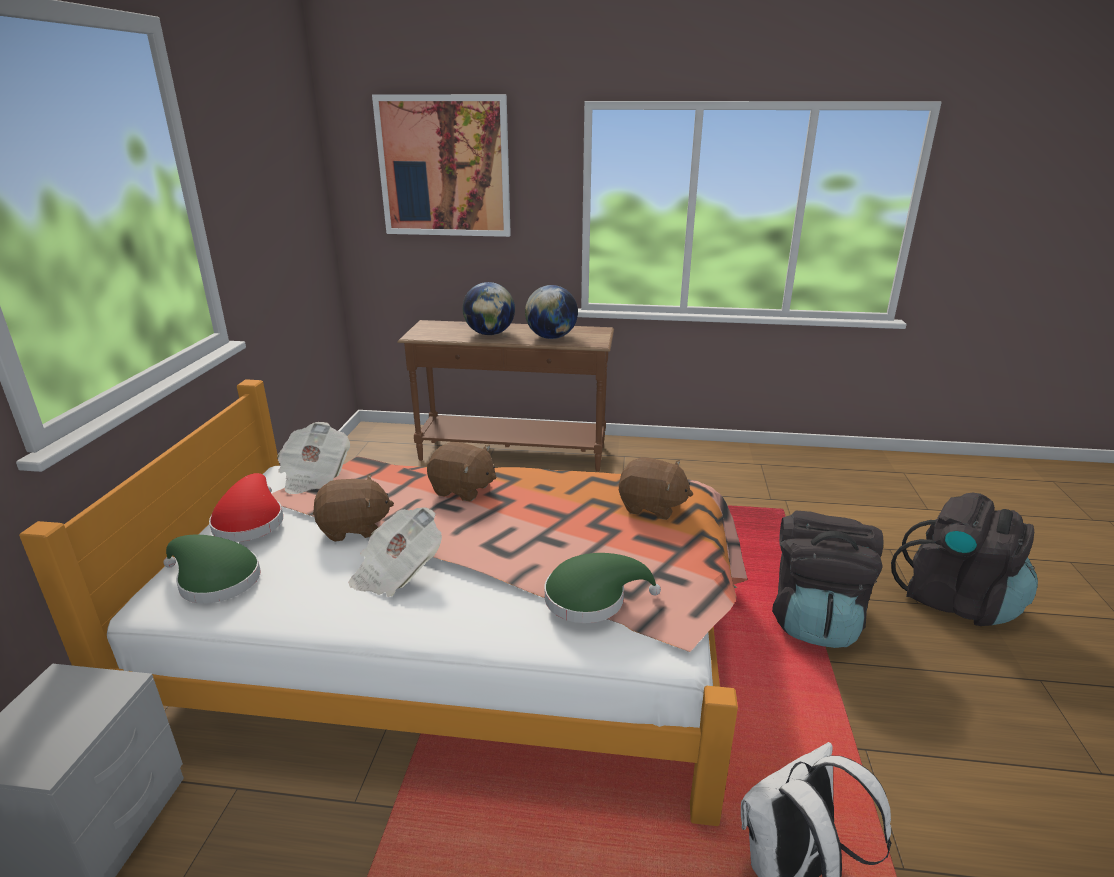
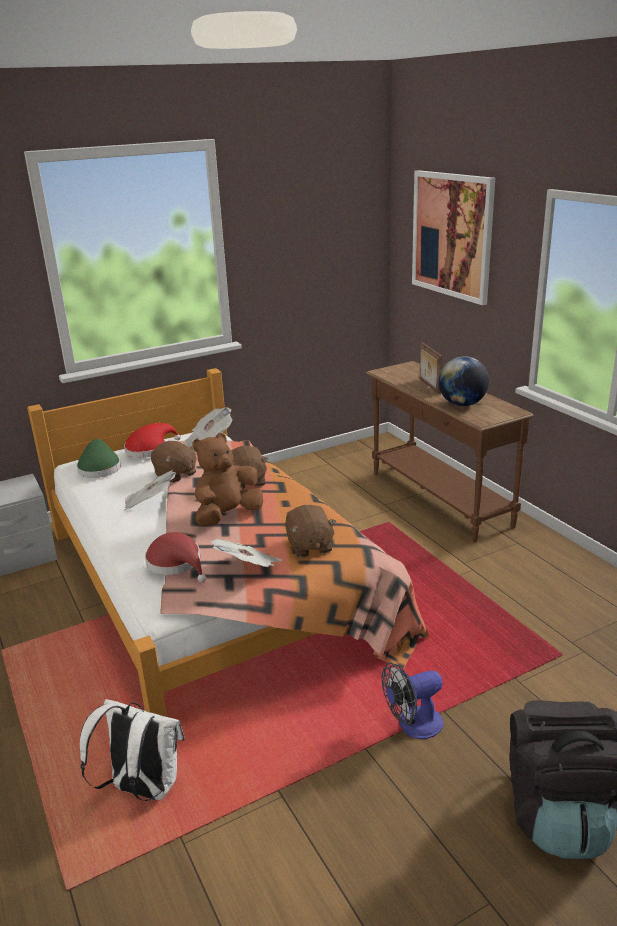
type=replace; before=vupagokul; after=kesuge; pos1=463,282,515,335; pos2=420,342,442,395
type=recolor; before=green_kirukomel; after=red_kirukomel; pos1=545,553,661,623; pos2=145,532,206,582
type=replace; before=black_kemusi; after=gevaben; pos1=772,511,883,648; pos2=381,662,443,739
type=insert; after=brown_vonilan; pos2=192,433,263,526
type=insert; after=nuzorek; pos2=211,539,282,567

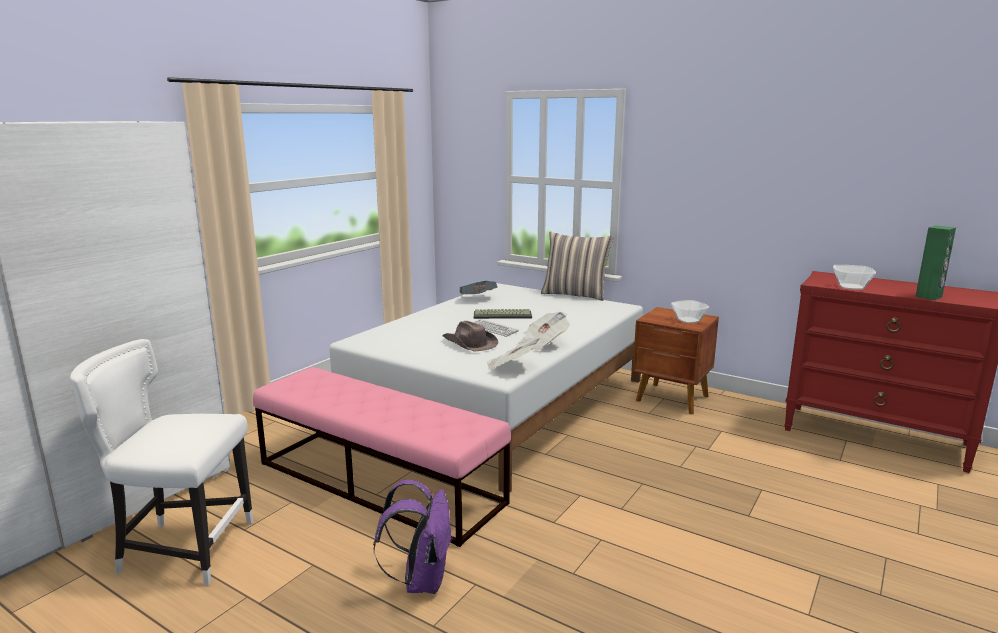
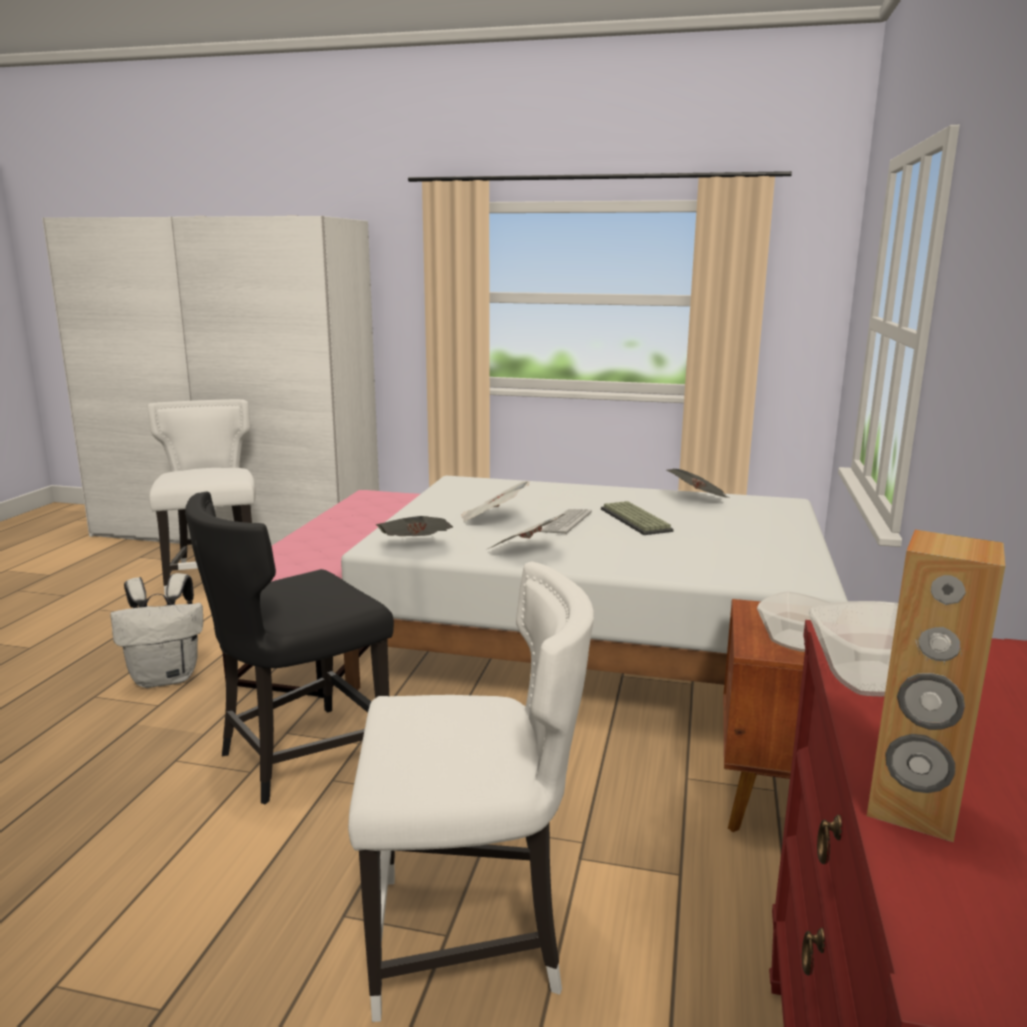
type=recolor; before=purple_kemusi; after=white_kemusi; pos1=373,480,453,594; pos2=111,573,203,688
type=replace; before=brown_kirukomel; after=nuzorek; pos1=442,321,498,352; pos2=461,481,529,522
type=delete; before=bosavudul; pos1=541,232,613,301
type=recolor; before=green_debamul; after=brown_debamul; pos1=915,225,956,300; pos2=867,530,1005,842
type=insert; after=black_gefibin; pos2=185,492,394,804
type=insert; after=white_gefibin; pos2=348,562,594,1022

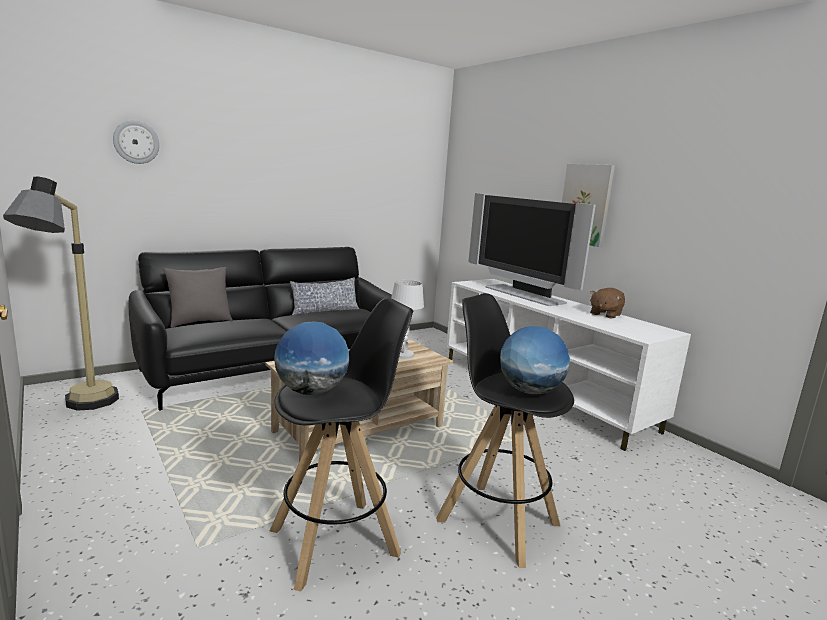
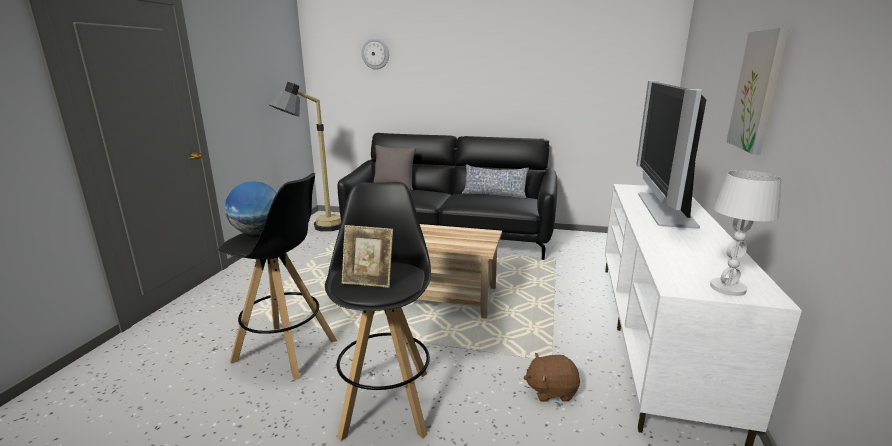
type=move; before=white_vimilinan; pos1=391,280,424,359; pos2=710,170,782,296
type=replace; before=vupagokul; after=kesuge; pos1=500,326,570,394; pos2=342,225,393,288
type=move; before=brown_vonilan; pos1=590,288,625,318; pos2=524,353,580,402

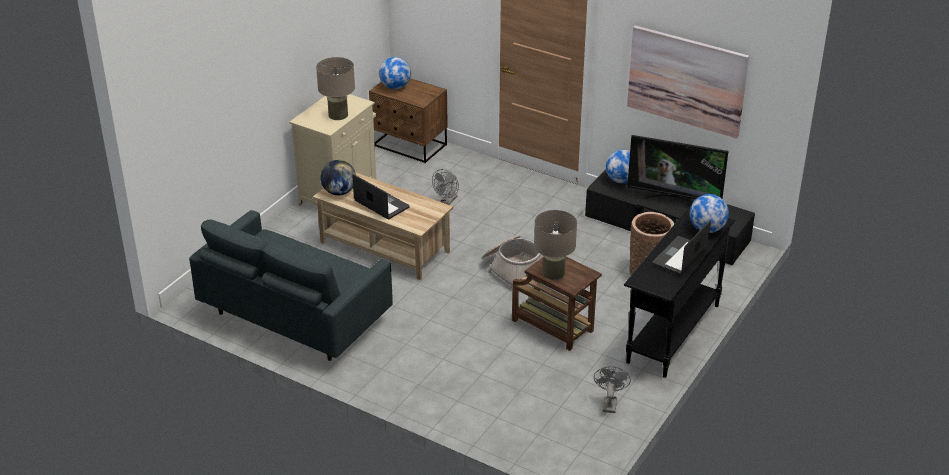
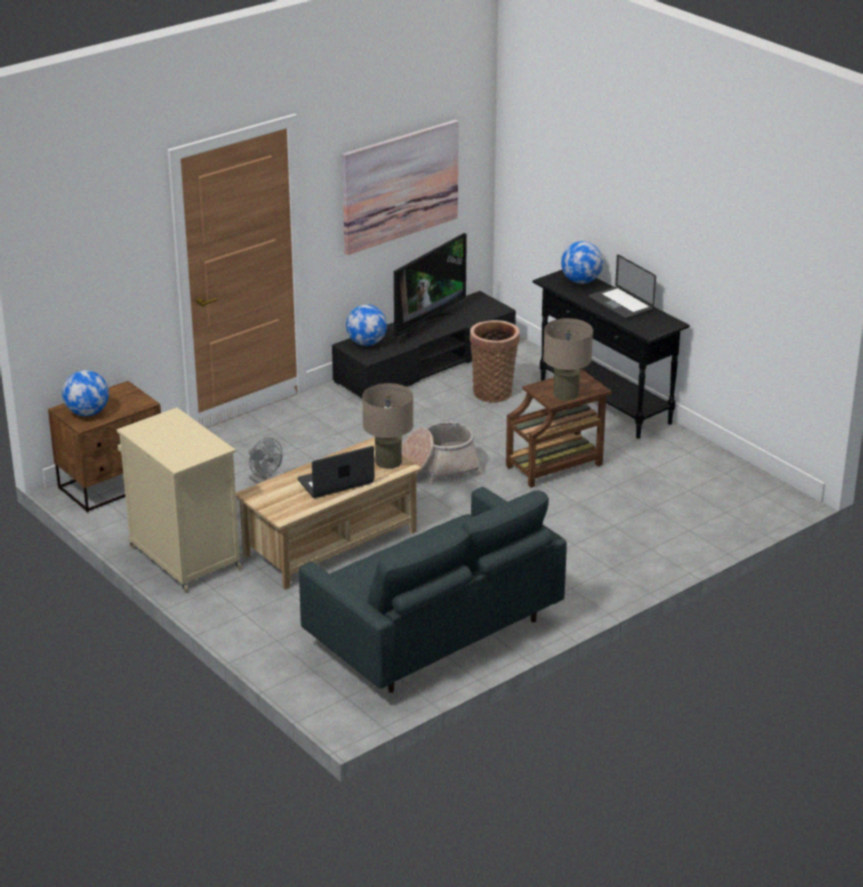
type=move; before=beige_vimilinan; pos1=316,57,355,120; pos2=362,383,413,469
type=delete; before=vupagokul; pos1=320,160,356,195
type=delete; before=grey_gevaben; pos1=594,366,631,413

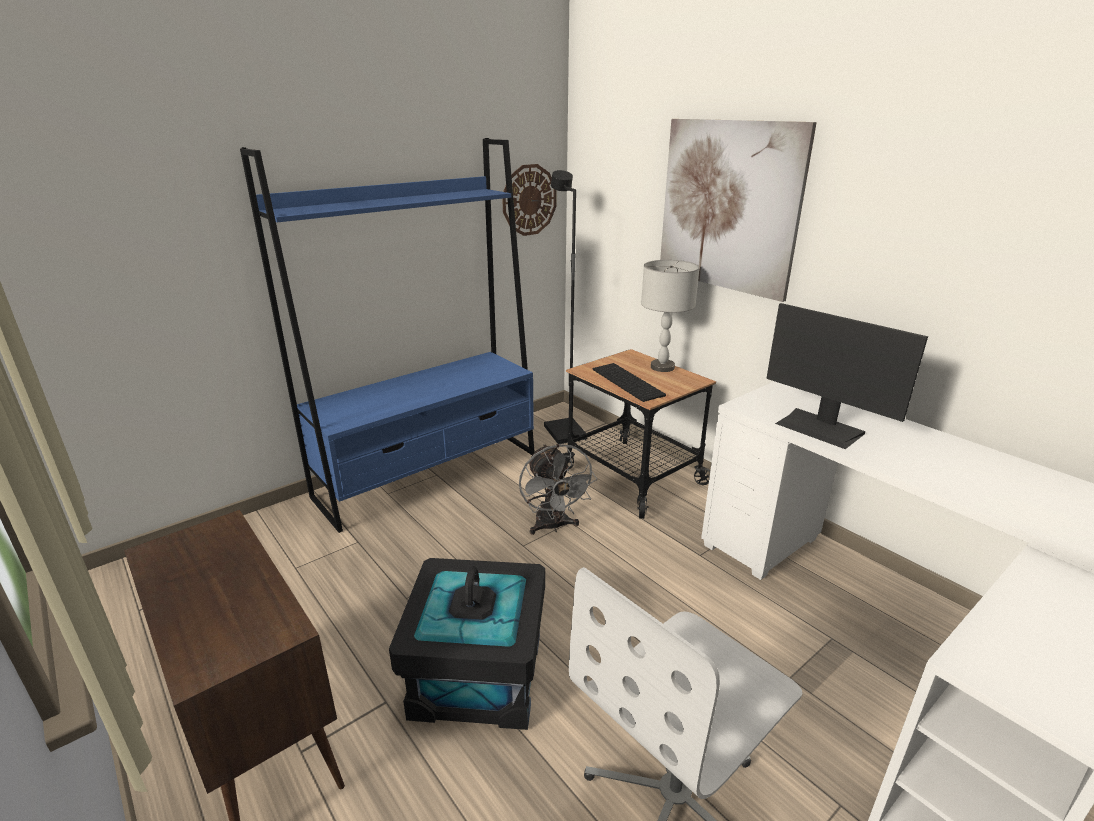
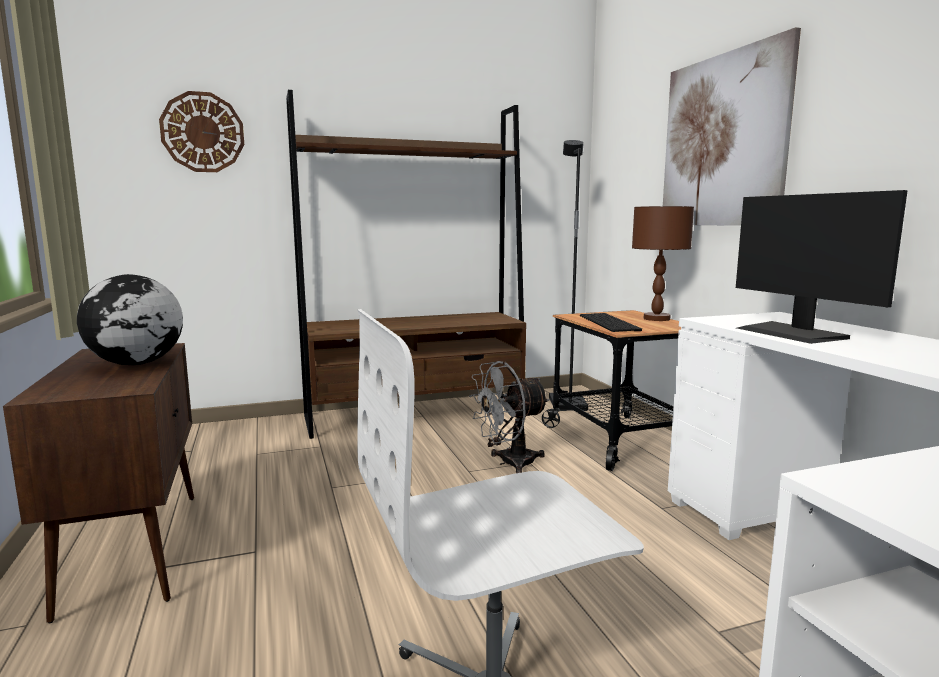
type=recolor; before=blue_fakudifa; after=brown_fakudifa; pos1=240,138,534,533; pos2=286,90,526,439
type=delete; before=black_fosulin; pos1=389,558,545,730
type=move; before=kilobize; pos1=502,164,557,236; pos2=159,91,244,172
type=rotate; before=grey_gevaben; pos1=519,444,597,535; pos2=469,361,550,473; turn=60
type=recolor; before=grey_vimilinan; after=brown_vimilinan; pos1=641,260,700,372; pos2=632,206,694,321
type=insert; after=vupagokul; pos2=77,274,183,365

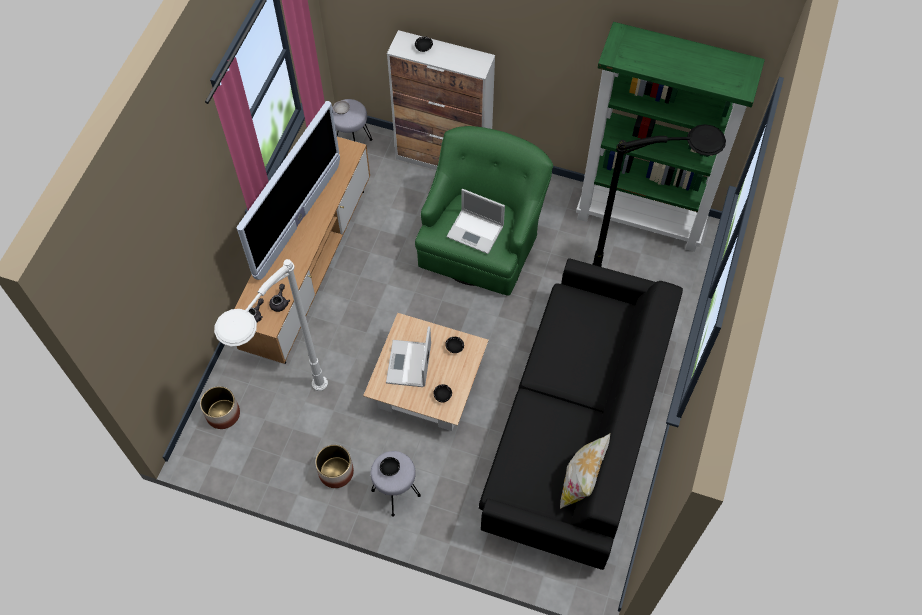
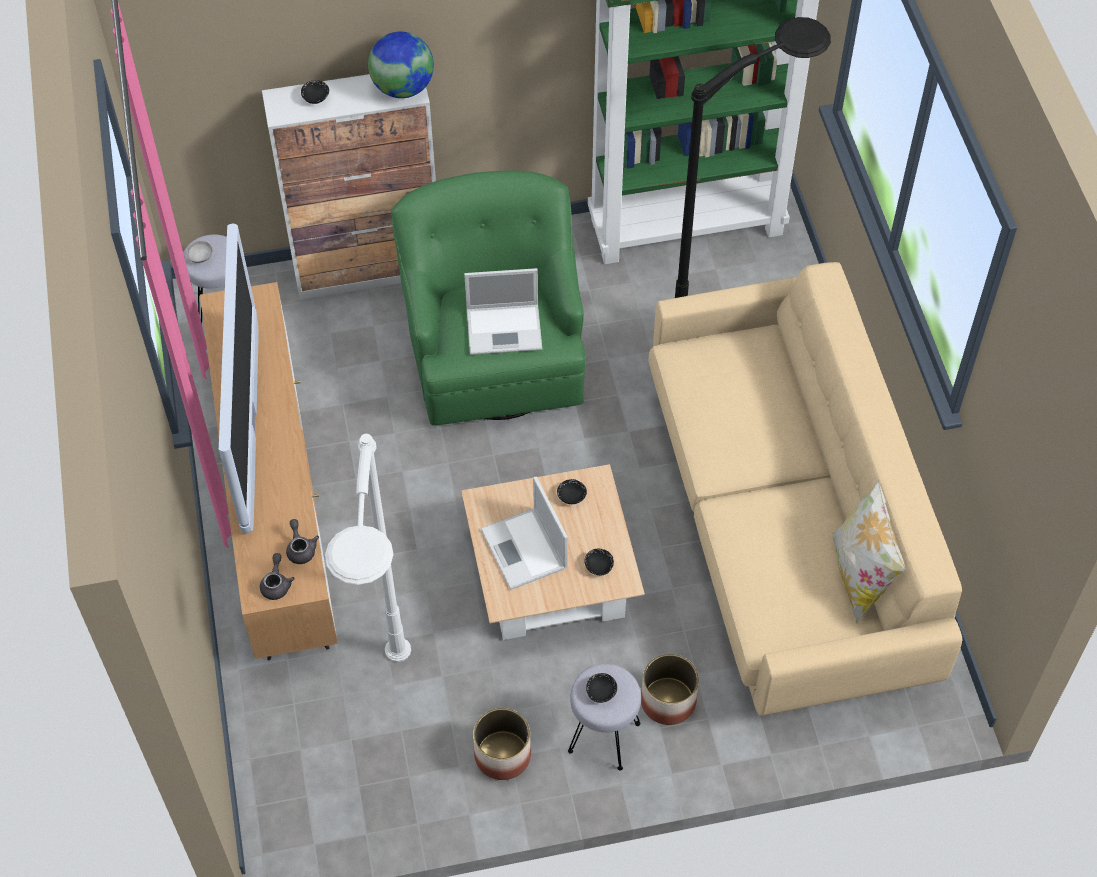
type=move; before=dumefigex; pos1=200,386,240,429; pos2=641,654,699,725
type=recolor; before=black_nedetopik; after=beige_nedetopik; pos1=479,258,683,570; pos2=648,262,963,716
type=insert; after=vupagokul; pos2=368,32,434,98

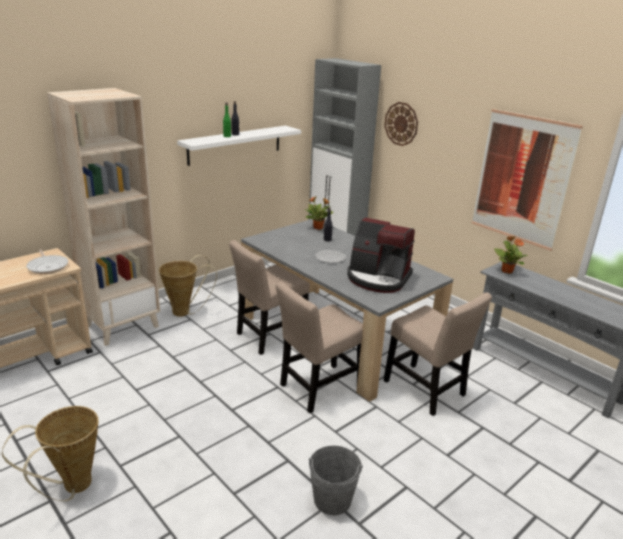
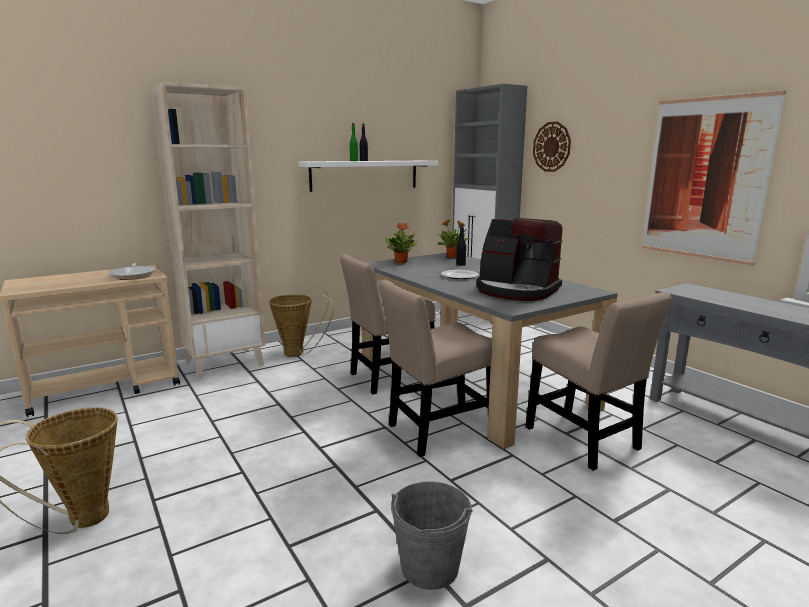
type=move; before=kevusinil; pos1=494,236,528,274; pos2=385,222,417,263

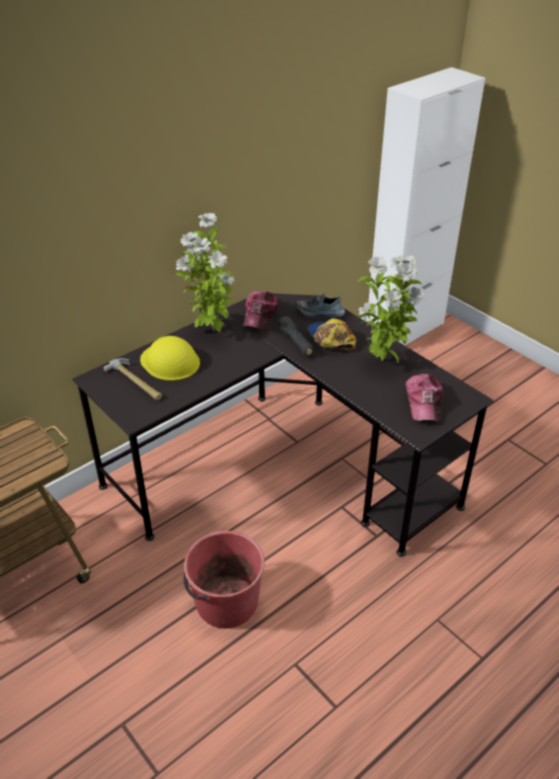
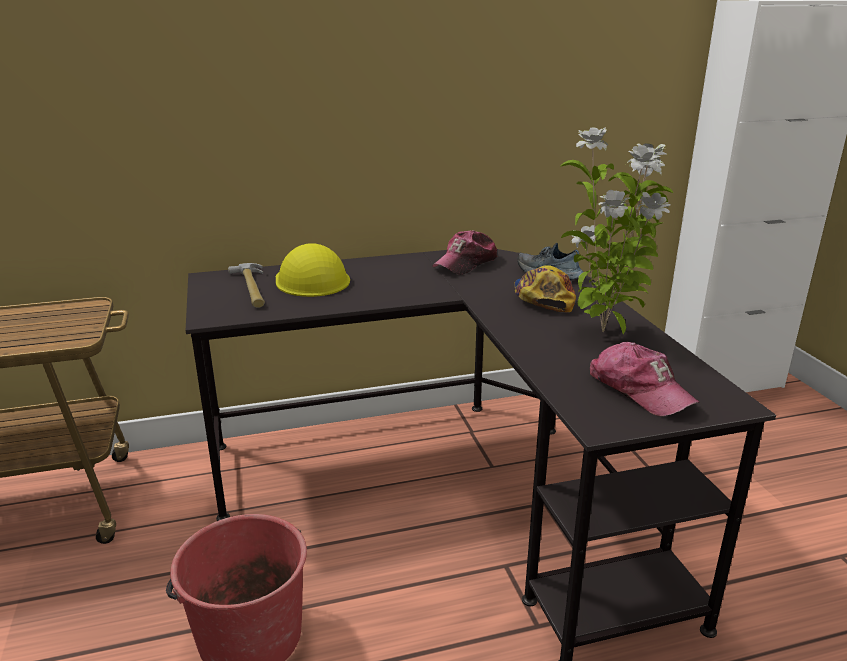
type=delete; before=kevusinil; pos1=176,213,235,332
type=delete; before=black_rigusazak; pos1=277,316,314,356
type=rotate; before=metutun; pos1=406,374,443,421; pos2=590,342,700,417; turn=-60

